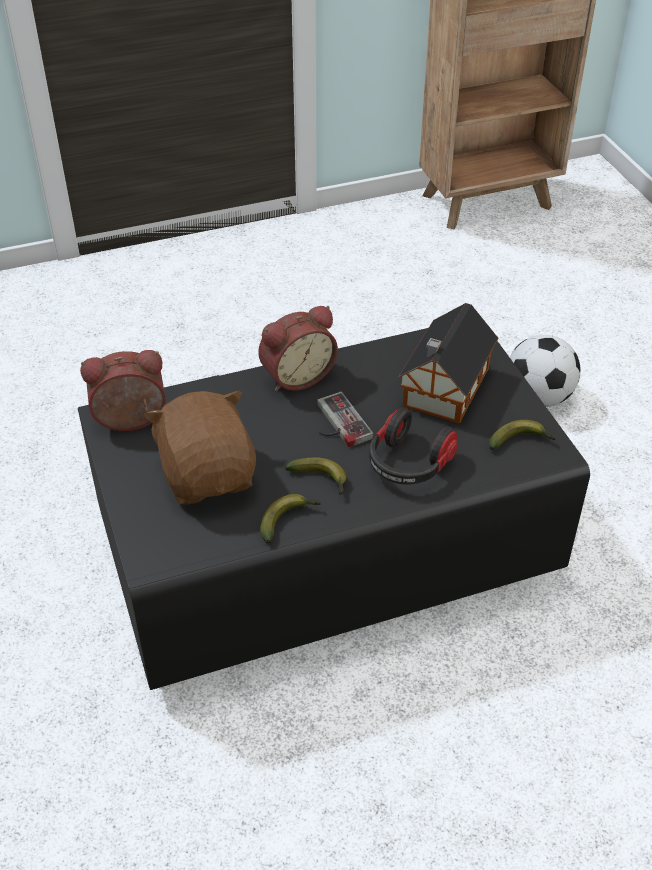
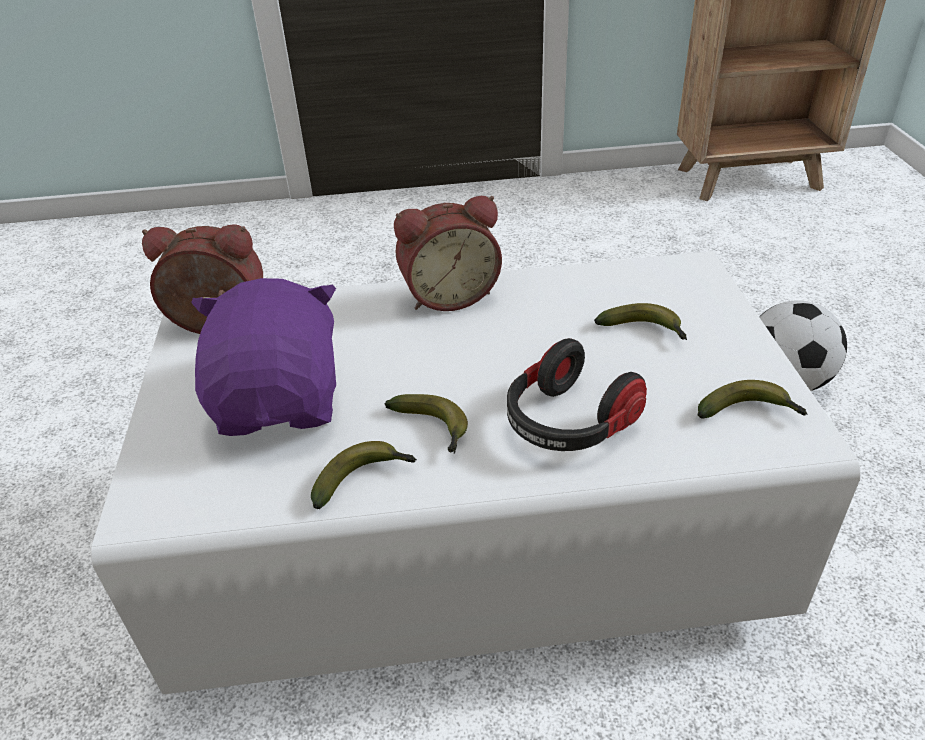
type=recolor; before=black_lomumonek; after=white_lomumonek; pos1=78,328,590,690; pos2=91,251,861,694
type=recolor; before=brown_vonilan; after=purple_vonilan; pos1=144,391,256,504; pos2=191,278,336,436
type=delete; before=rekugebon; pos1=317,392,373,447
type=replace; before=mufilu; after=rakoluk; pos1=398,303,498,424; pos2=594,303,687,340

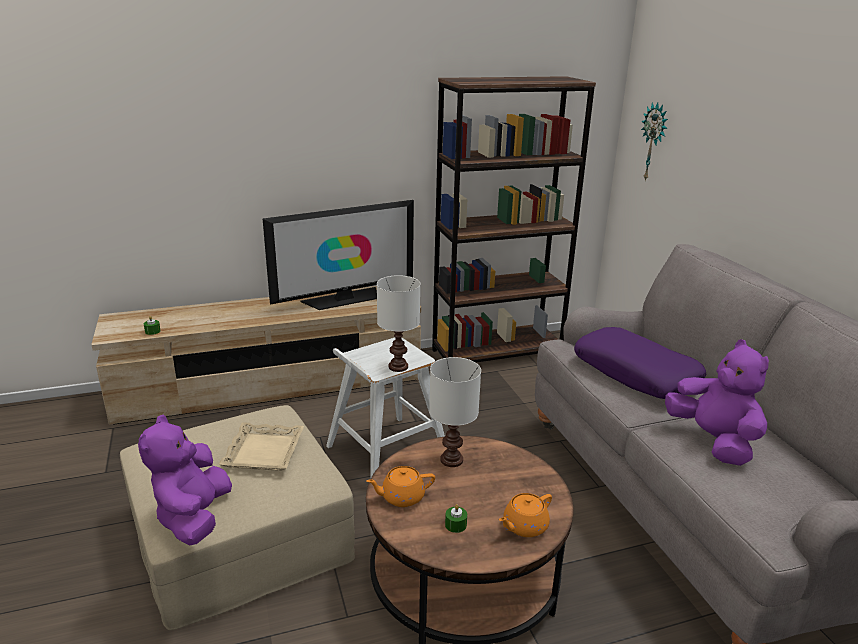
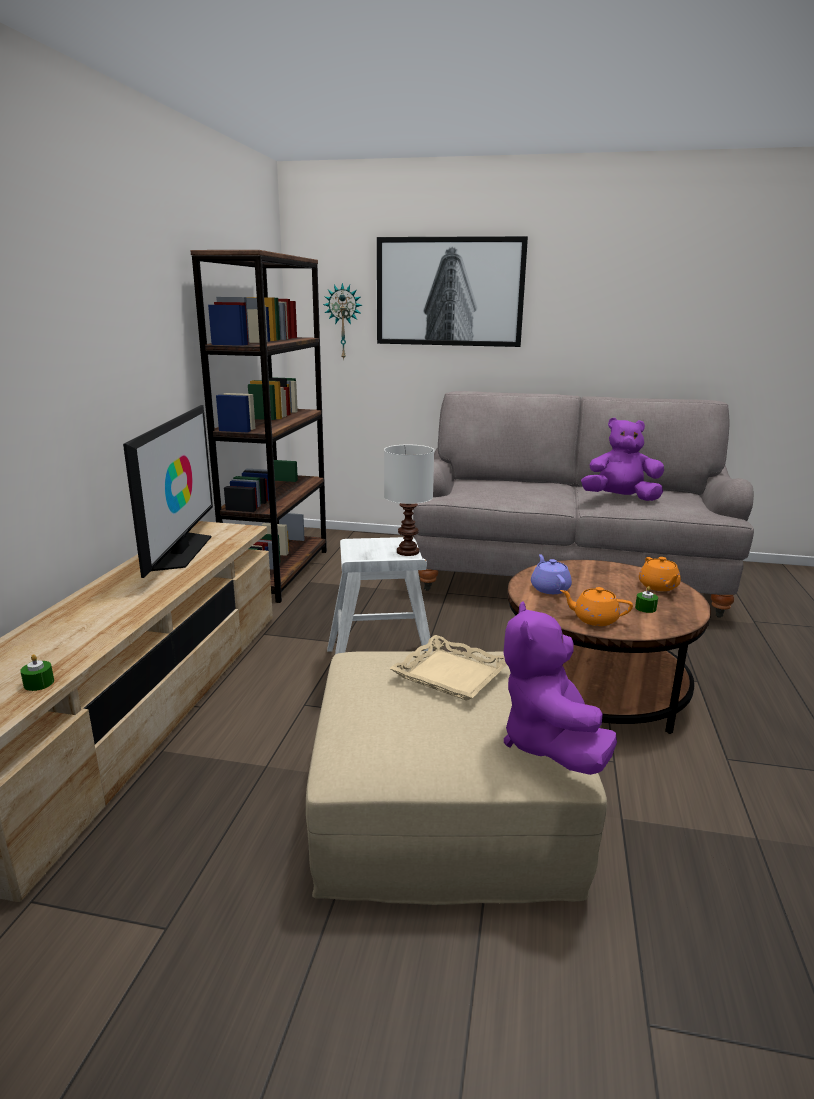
type=rotate; before=purple_vonilan; pos1=138,415,232,545; pos2=504,601,617,775; turn=60
type=rotate; before=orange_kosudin; pos1=366,466,435,507; pos2=560,587,633,626; turn=90
type=replace; before=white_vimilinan; after=purple_kosudin; pos1=429,357,481,467; pos2=531,554,572,594
type=delete; before=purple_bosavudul; pos1=574,327,706,399
type=insert; after=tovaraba; pos2=377,236,528,347

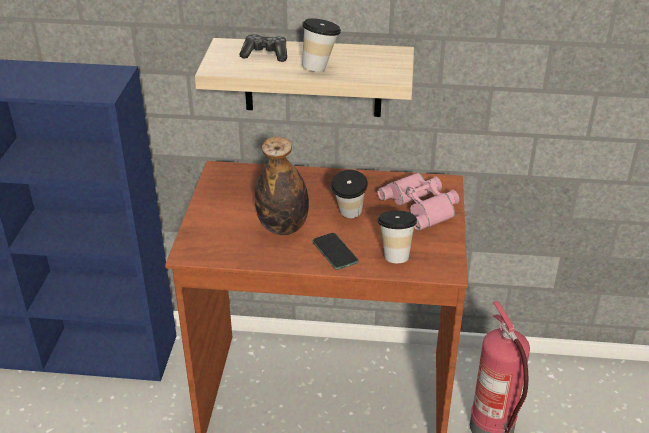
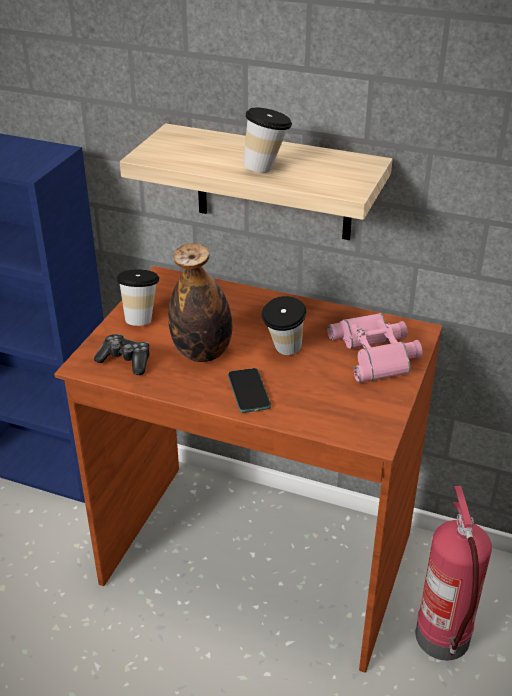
type=move; before=rekugebon; pos1=239,34,287,62; pos2=94,334,149,375
type=move; before=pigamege; pos1=378,210,417,263; pos2=117,269,159,326

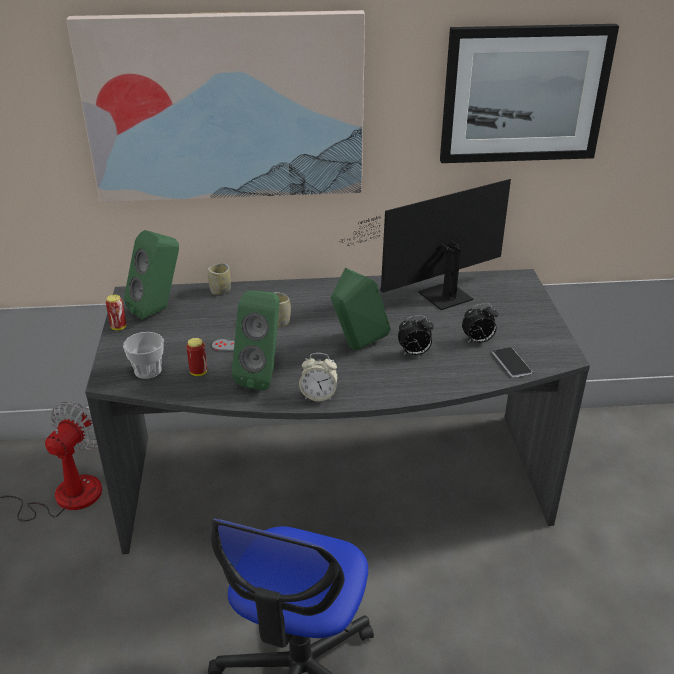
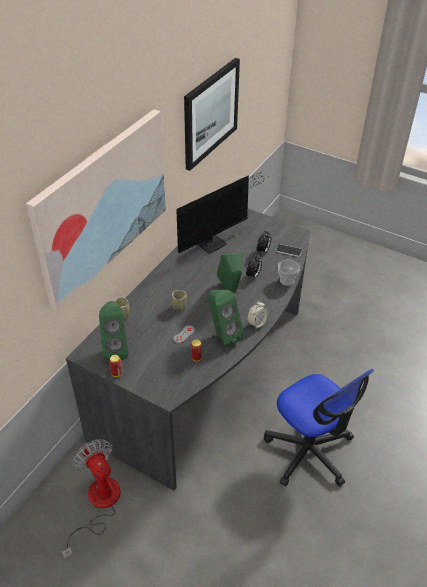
type=move; before=pigamege; pos1=123,332,164,379; pos2=278,259,300,286
type=rotate; before=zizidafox; pos1=343,179,511,310; pos2=176,172,266,254; turn=-135

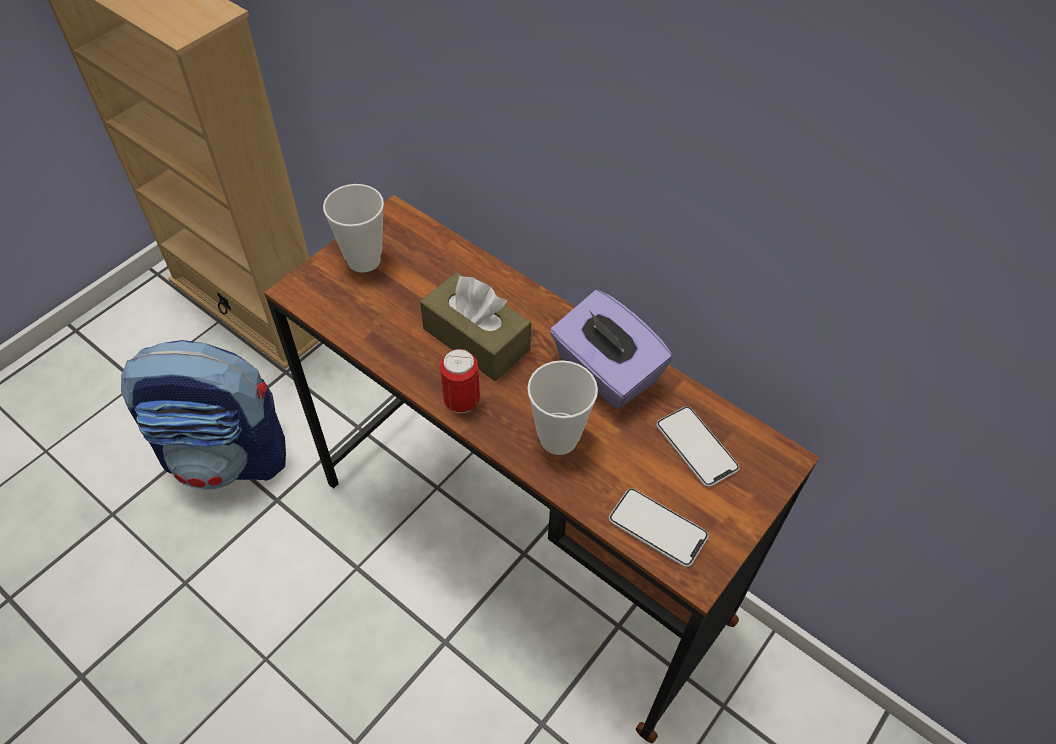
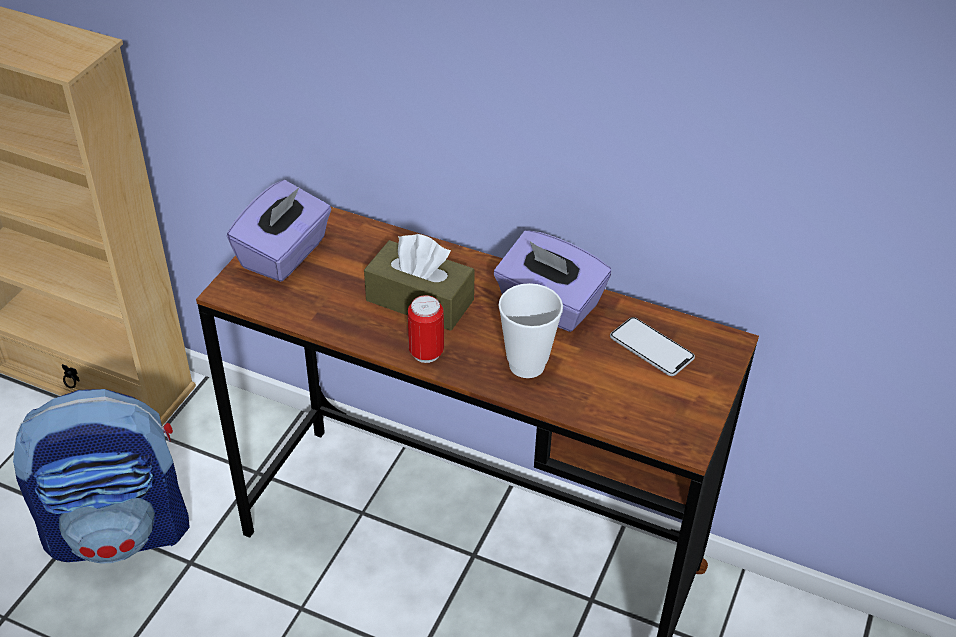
type=replace; before=pigamege; after=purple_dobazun; pos1=323,184,384,273; pos2=227,180,332,282
type=delete; before=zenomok; pos1=609,488,709,567

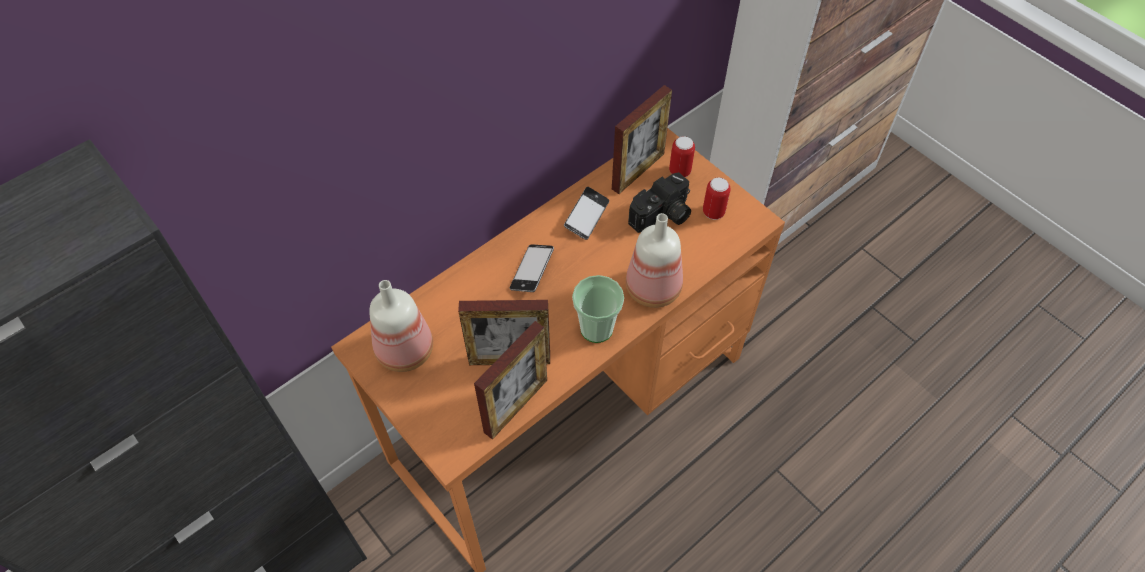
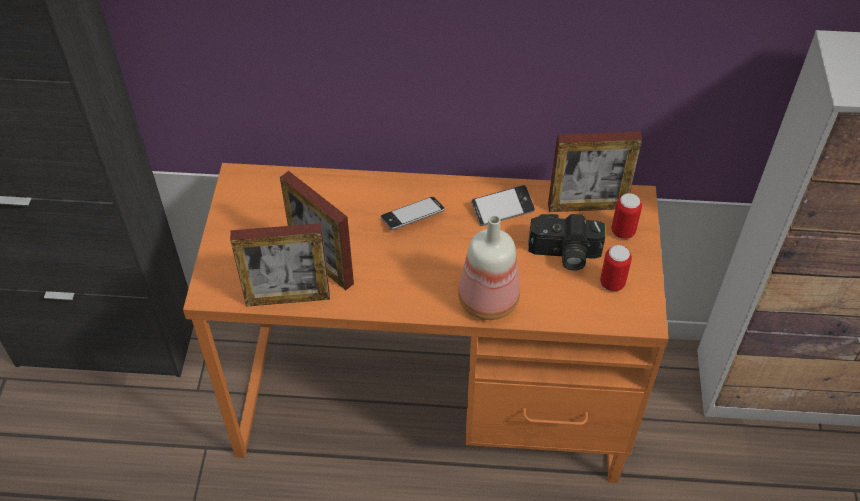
type=delete; before=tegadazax; pos1=369,280,433,372
type=delete; before=pigamege; pos1=572,275,624,343

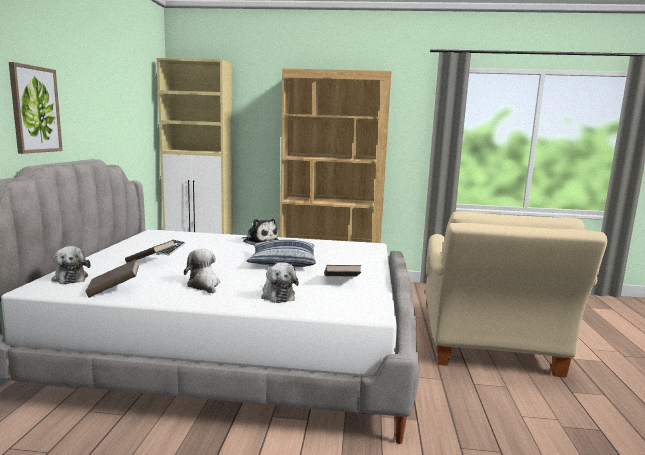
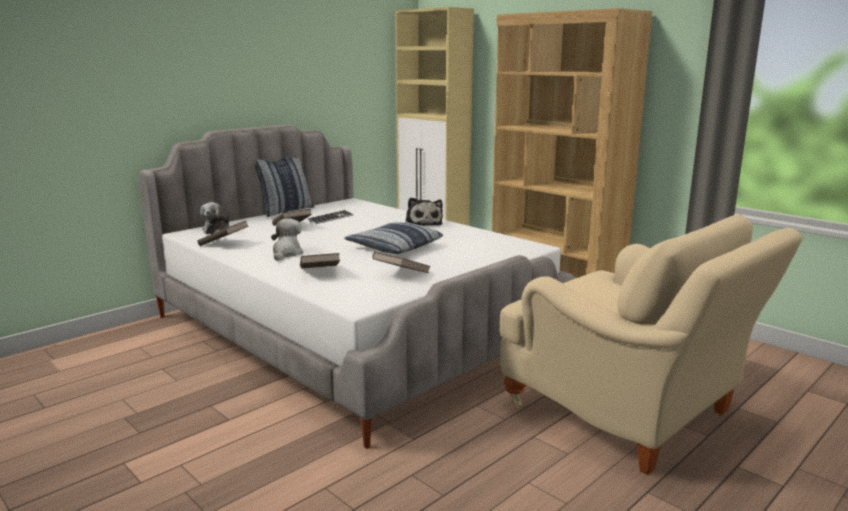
type=delete; before=tovaraba; pos1=9,62,63,154
type=replace; before=vonilan; after=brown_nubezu; pos1=261,262,299,303; pos2=300,253,340,269
type=rotate; before=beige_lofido; pos1=426,211,607,378; pos2=500,214,803,475; turn=-90
type=insert; after=bosavudul; pos2=255,157,315,217

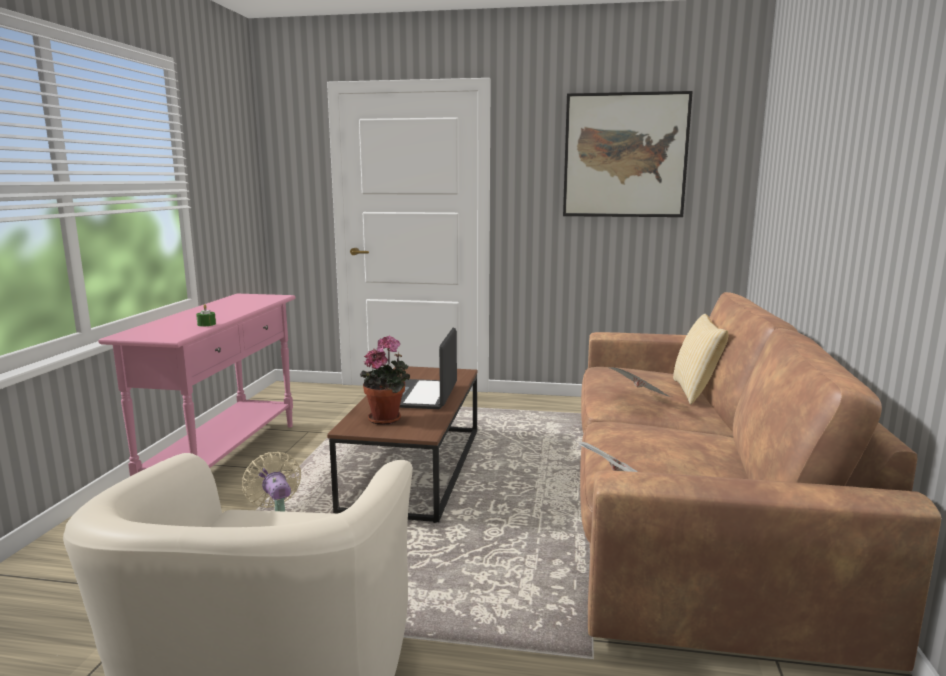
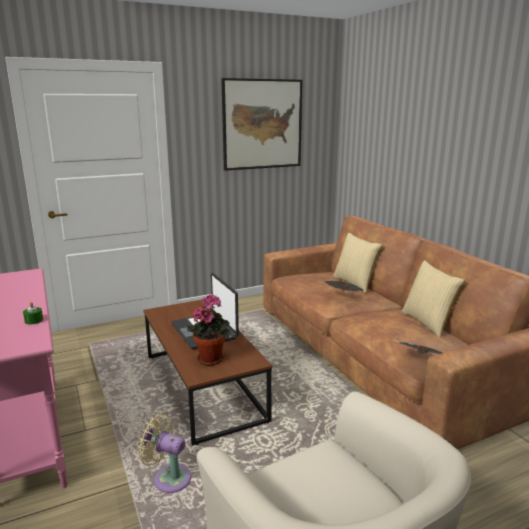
type=insert; after=bosavudul; pos2=402,260,466,338

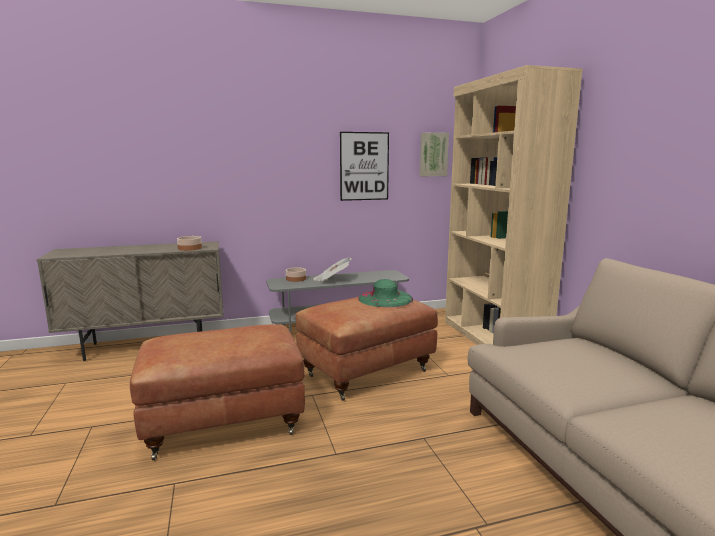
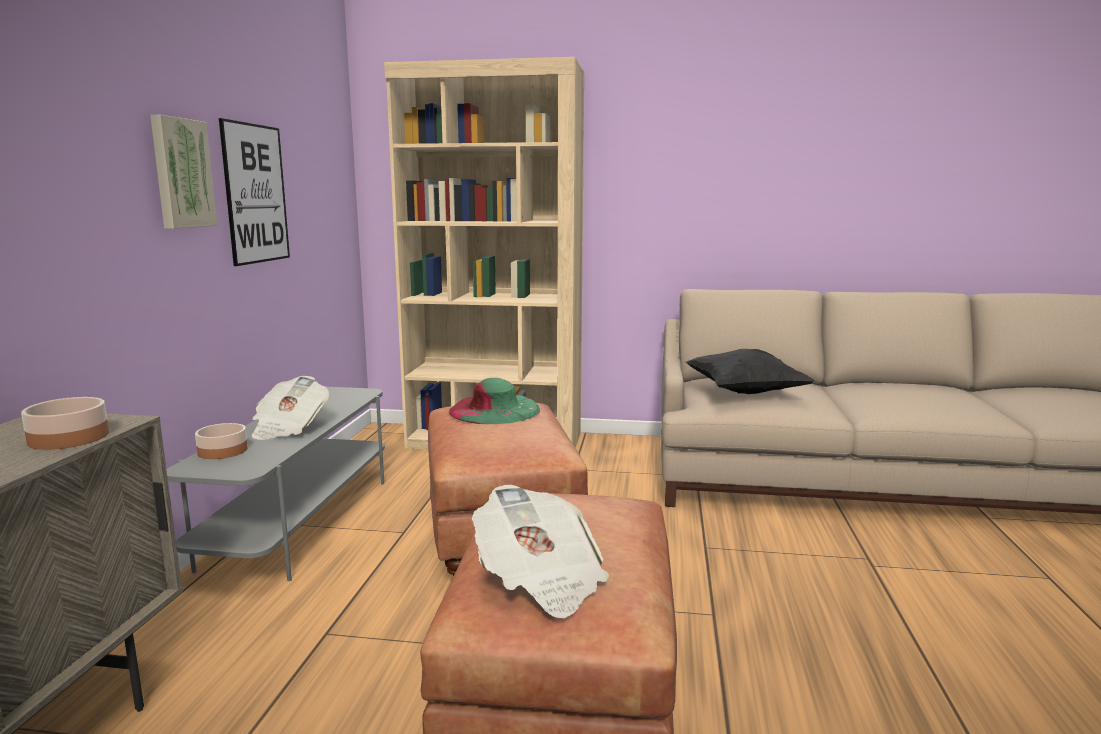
type=move; before=tovaraba; pos1=420,133,449,176; pos2=150,115,217,229
type=insert; after=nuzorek; pos2=472,485,609,619
type=insert; after=black_bosavudul; pos2=686,349,814,394

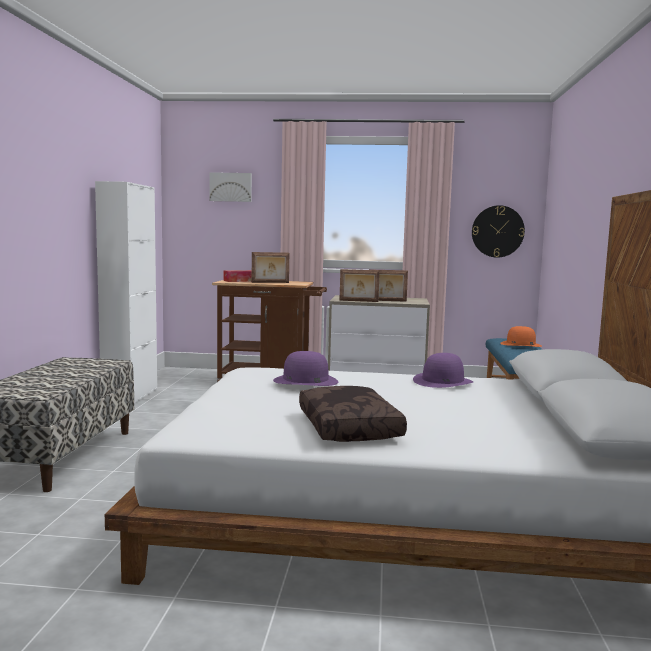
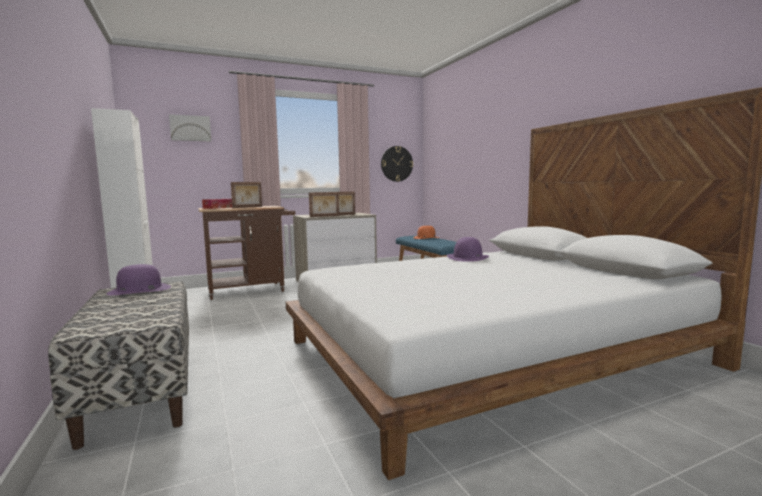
type=move; before=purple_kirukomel; pos1=273,351,338,386; pos2=107,264,171,295
type=delete; before=brown_bosavudul; pos1=299,386,407,442

